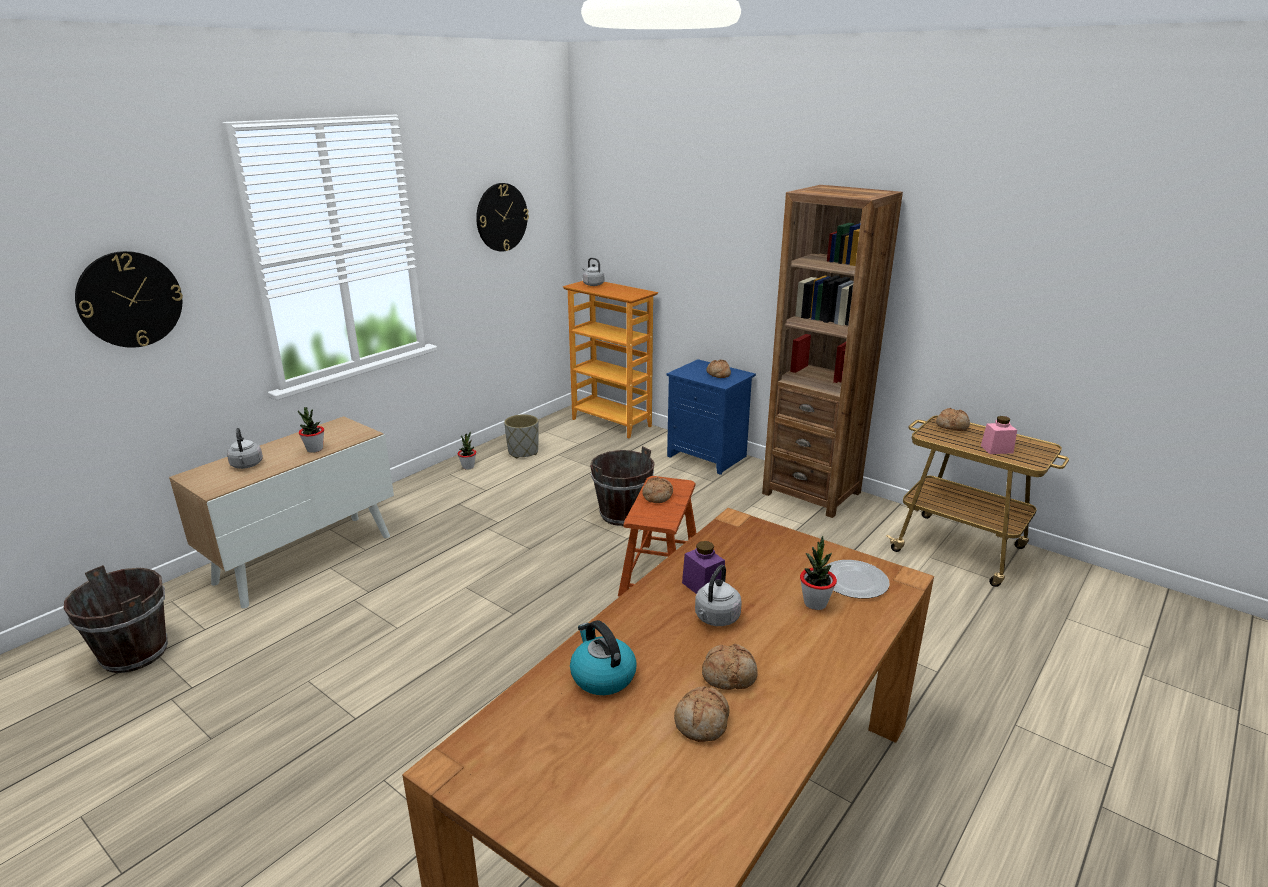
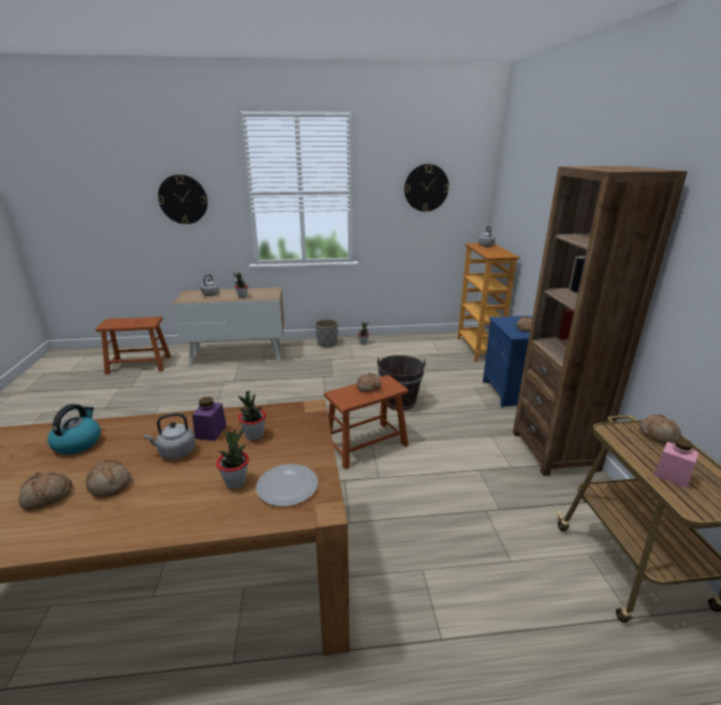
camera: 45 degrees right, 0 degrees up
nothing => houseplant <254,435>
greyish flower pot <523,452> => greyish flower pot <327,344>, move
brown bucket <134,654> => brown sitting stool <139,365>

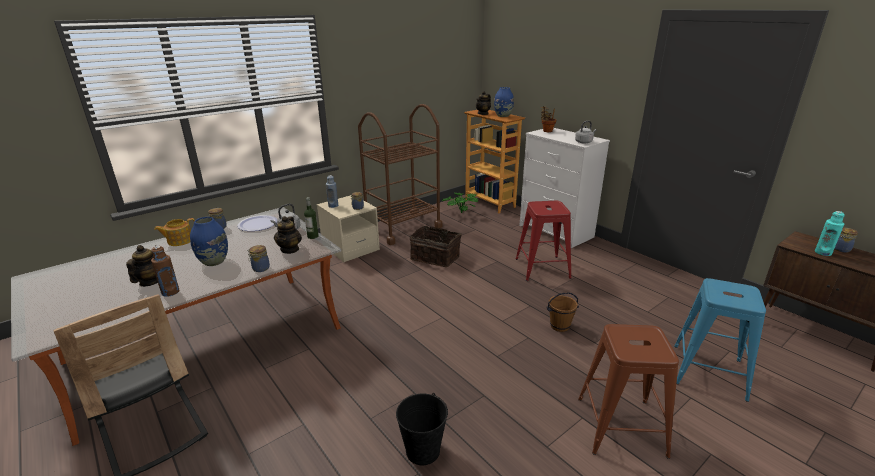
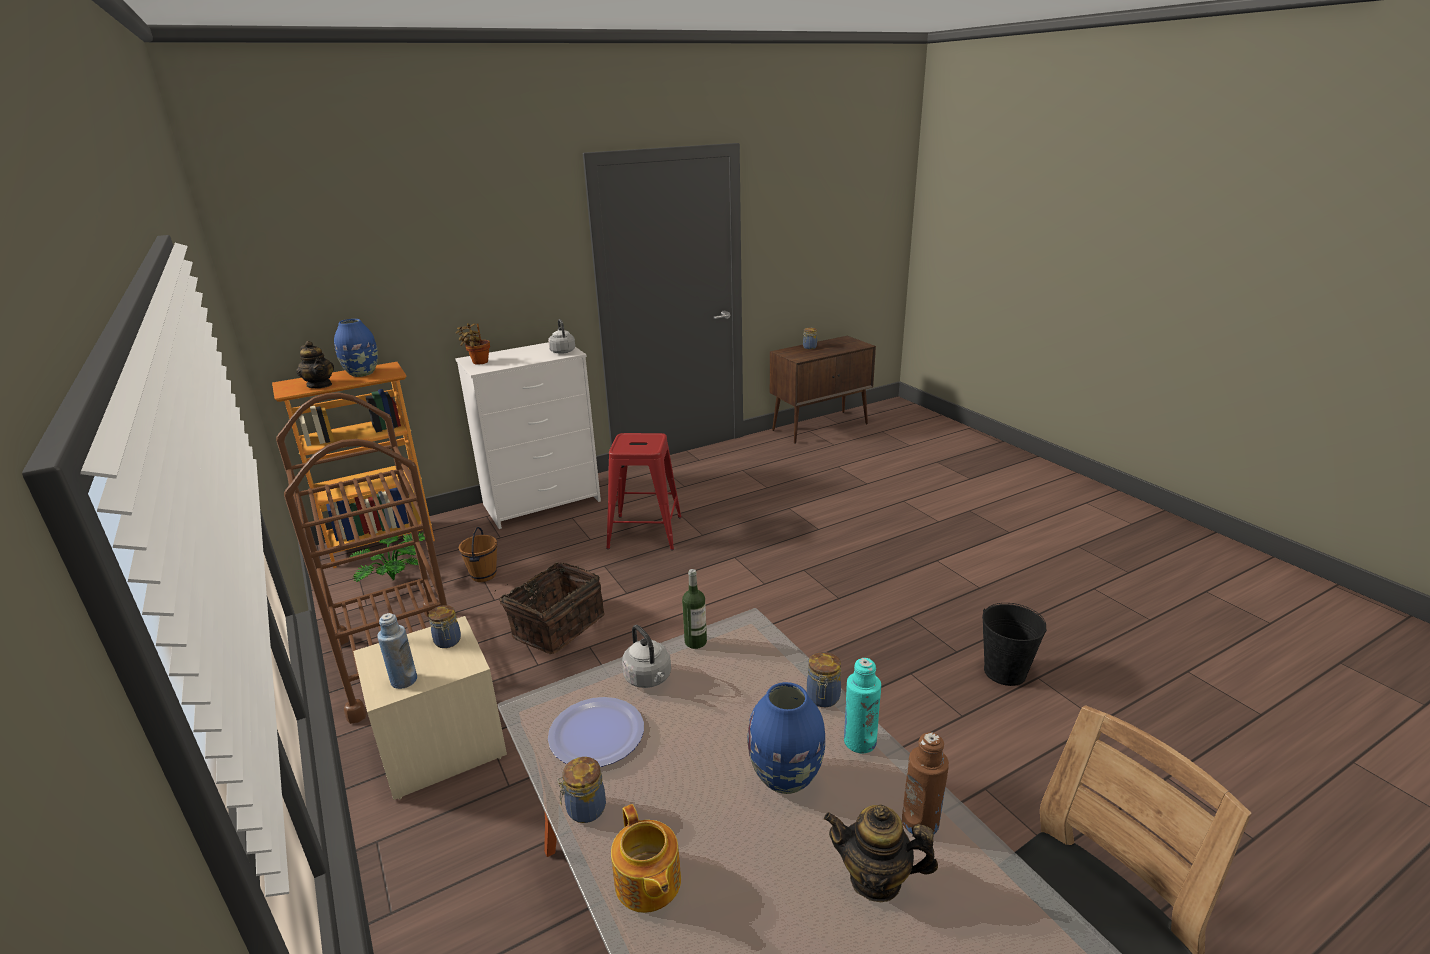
camera: 80 degrees left, 0 degrees up
pot for tea <290,249> => nothing
brown sitting stool <621,426> => nothing
blue sitting stool <709,371> => nothing
brown bucket <559,326> => brown bucket <483,575>, move
turquoise bottle <823,252> => turquoise bottle <859,741>, move

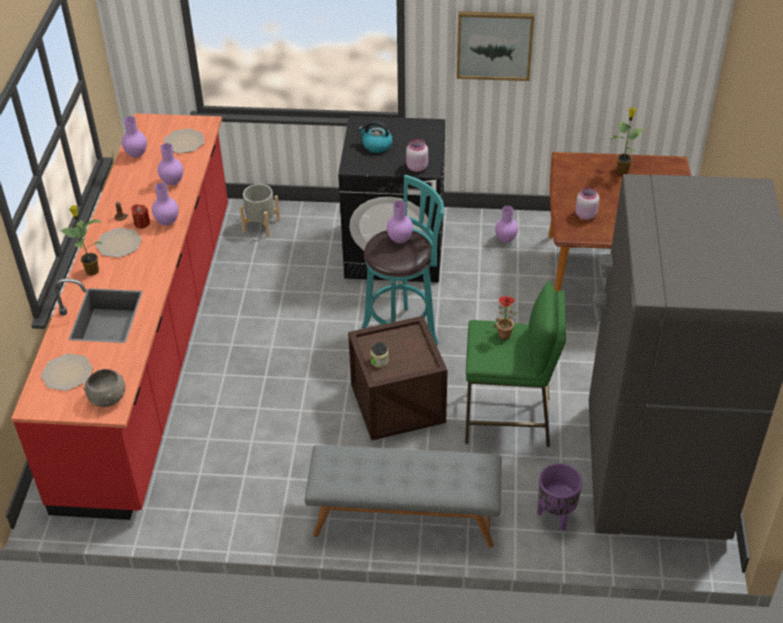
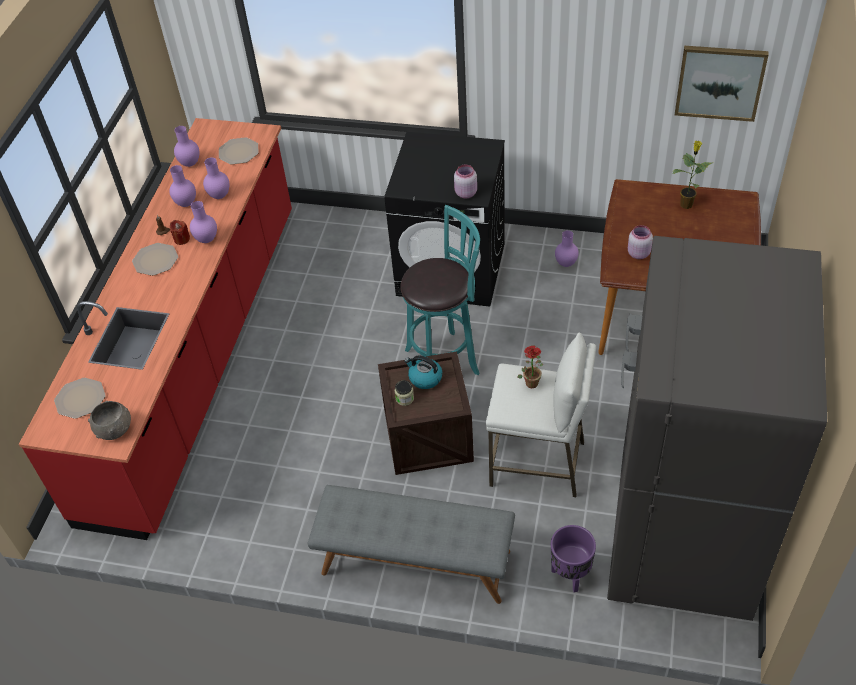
camera: 10 degrees right, 5 degrees up
houseplant <91,270> => nothing
greyish flower pot <261,225> => nothing
water kettle <376,145> => water kettle <424,378>, move
purplish decorative vase <400,240> => purplish decorative vase <186,204>, move
wall art <494,45> => wall art <720,82>, move
green sitting stool <508,419> => white-coloured sitting stool <538,463>

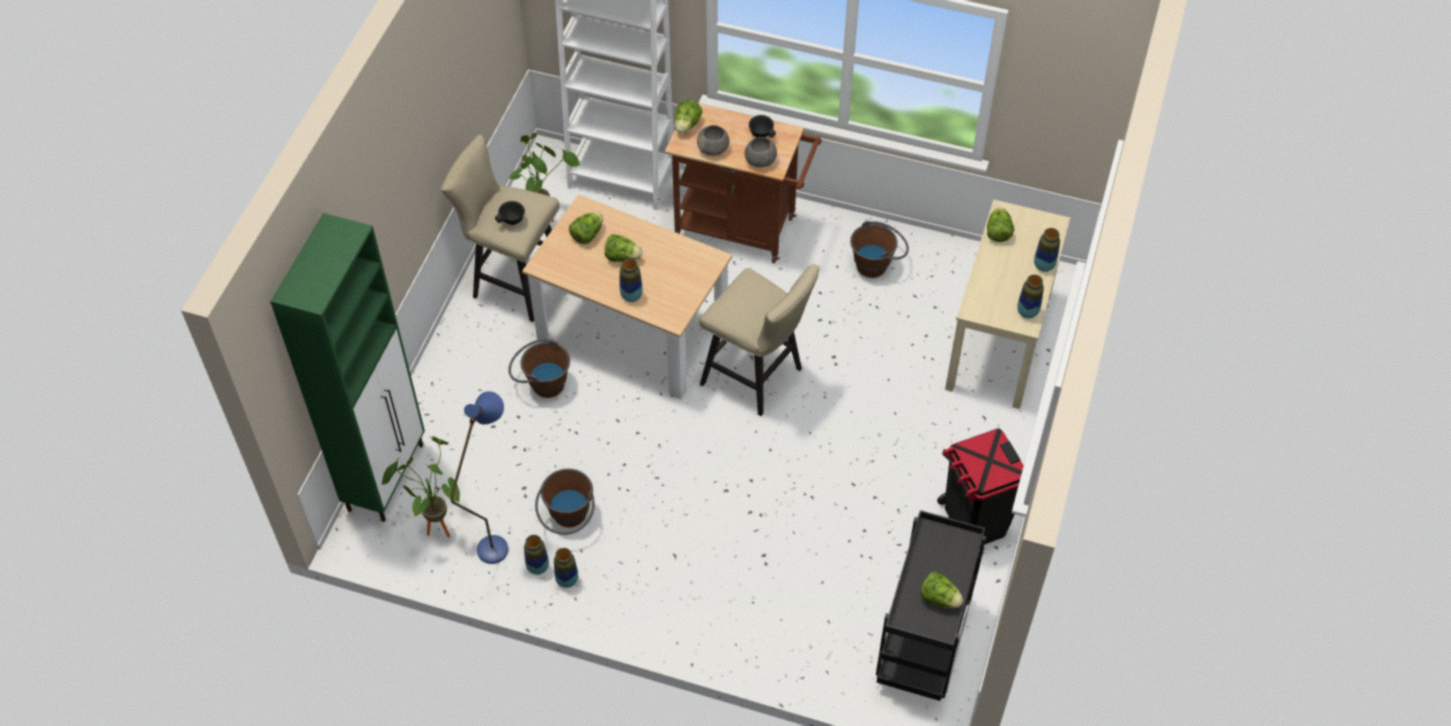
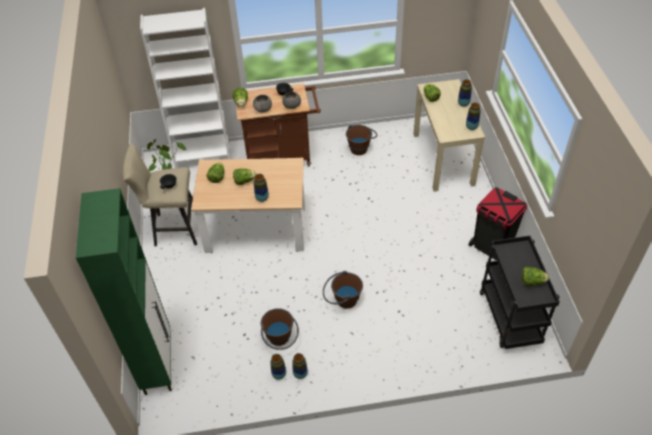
camera: 25 degrees left, 5 degrees down
houseplant <436,526> => nothing
blue standing lamp <498,540> => nothing
beige-coloured sitting stool <758,378> => nothing
brown bucket <541,383> => brown bucket <342,300>, move

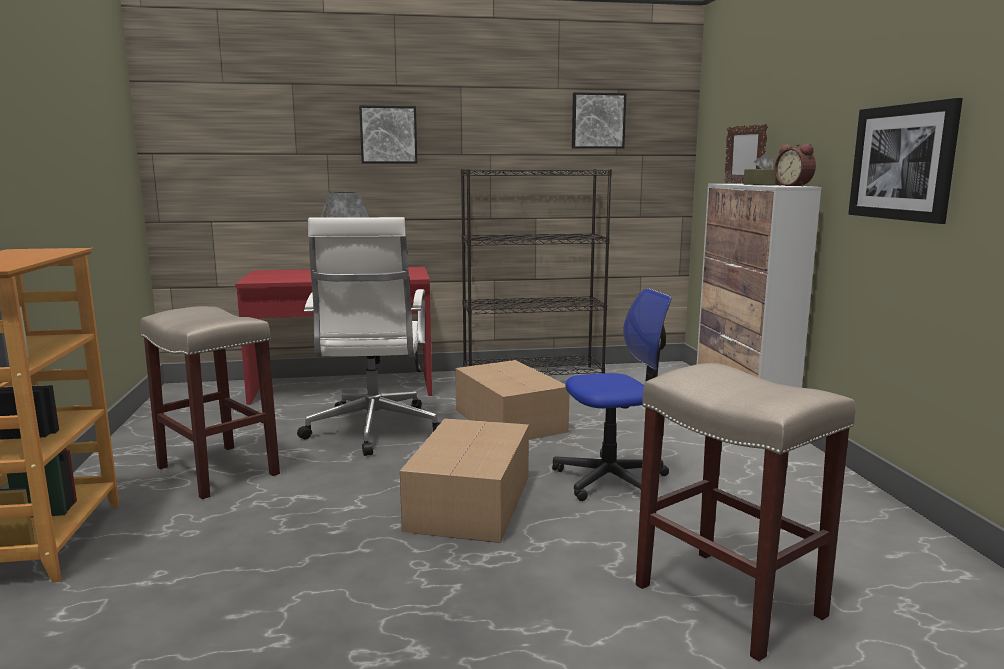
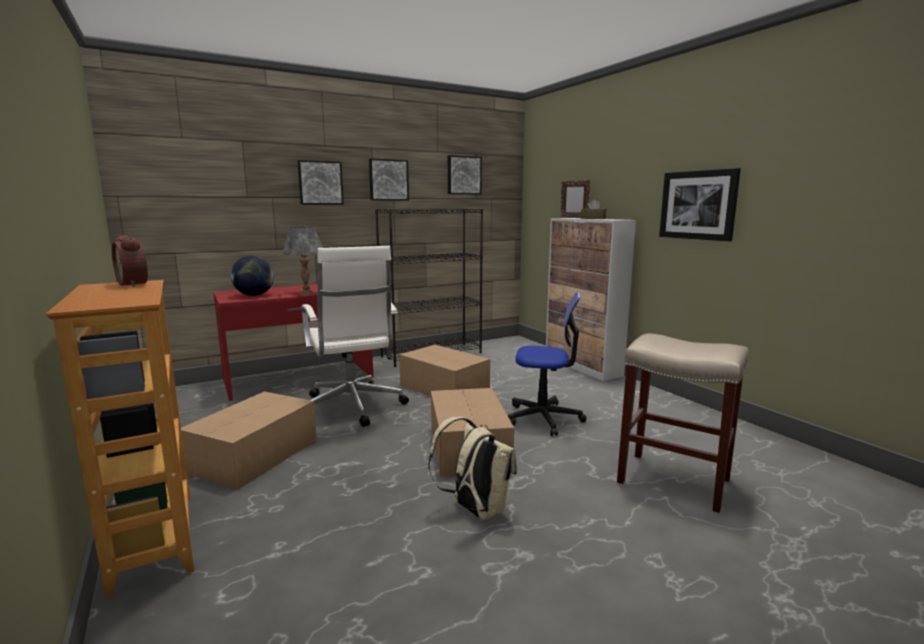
camera: 20 degrees left, 0 degrees up
nothing => desk globe <254,295>
nothing => wall art <388,180>
nothing => beige-coloured knapsack <475,509>
bedside clock <794,186> => bedside clock <136,284>, move
beige-coloured sitting stool <216,470> => carton <252,456>
computer chair <611,480> => computer chair <544,418>, 45 degrees clockwise

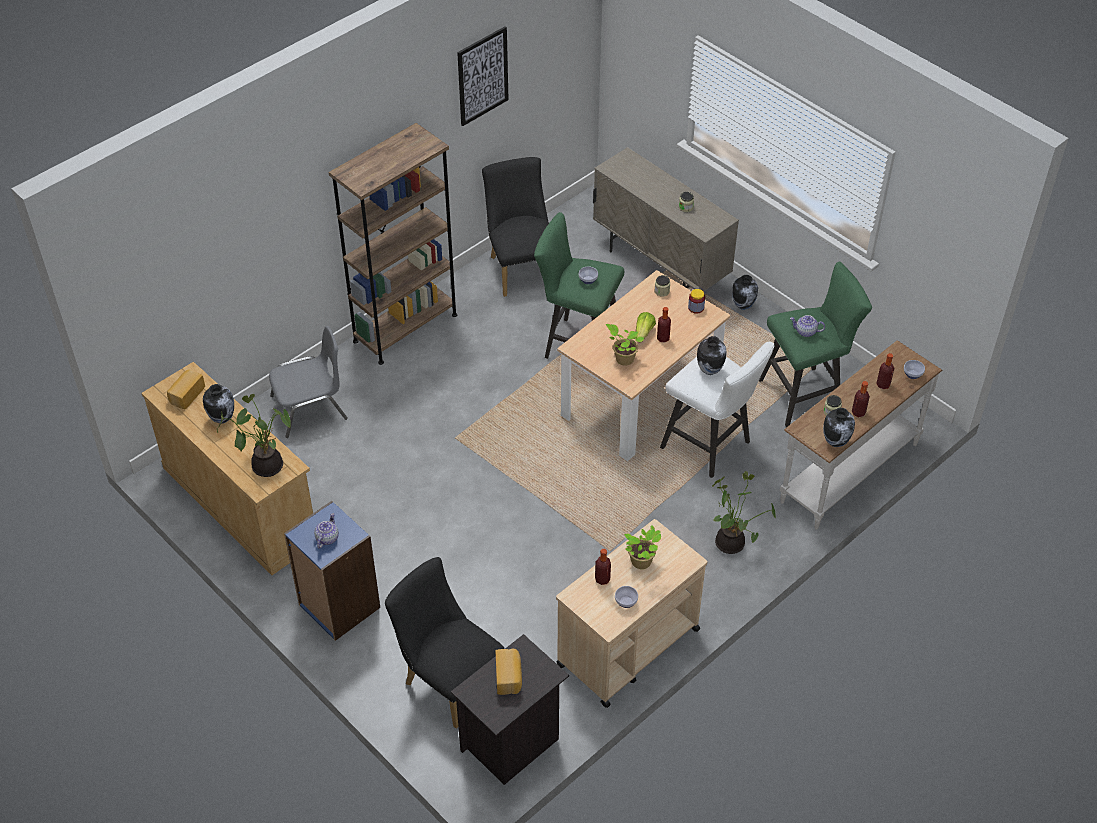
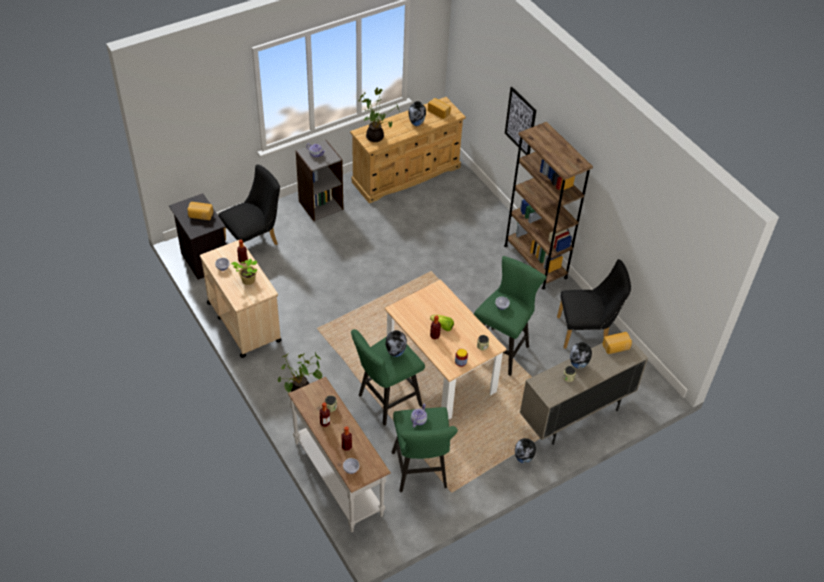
camera: 100 degrees right, 0 degrees up
greyish plain chair <310,408> => nothing
houseplant <623,359> => nothing
nothing => bakery bread <616,347>
wall art <482,76> => wall art <520,121>, move
decorative vase <836,442> => decorative vase <578,365>, move
blue shelving unit <338,606> => greyish shelving unit <320,205>
white-coloured sitting stool <711,447> => green sitting stool <386,402>

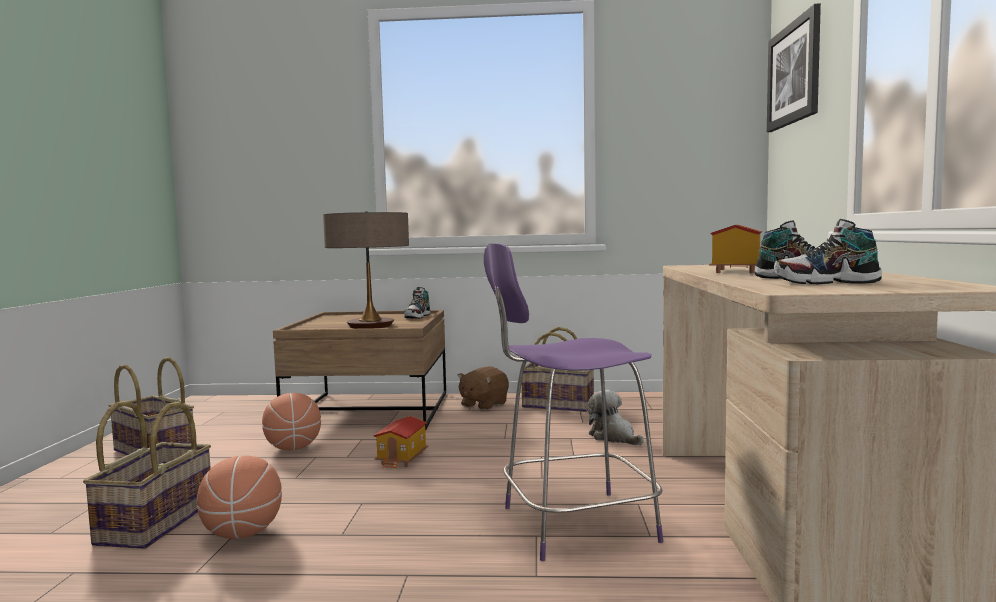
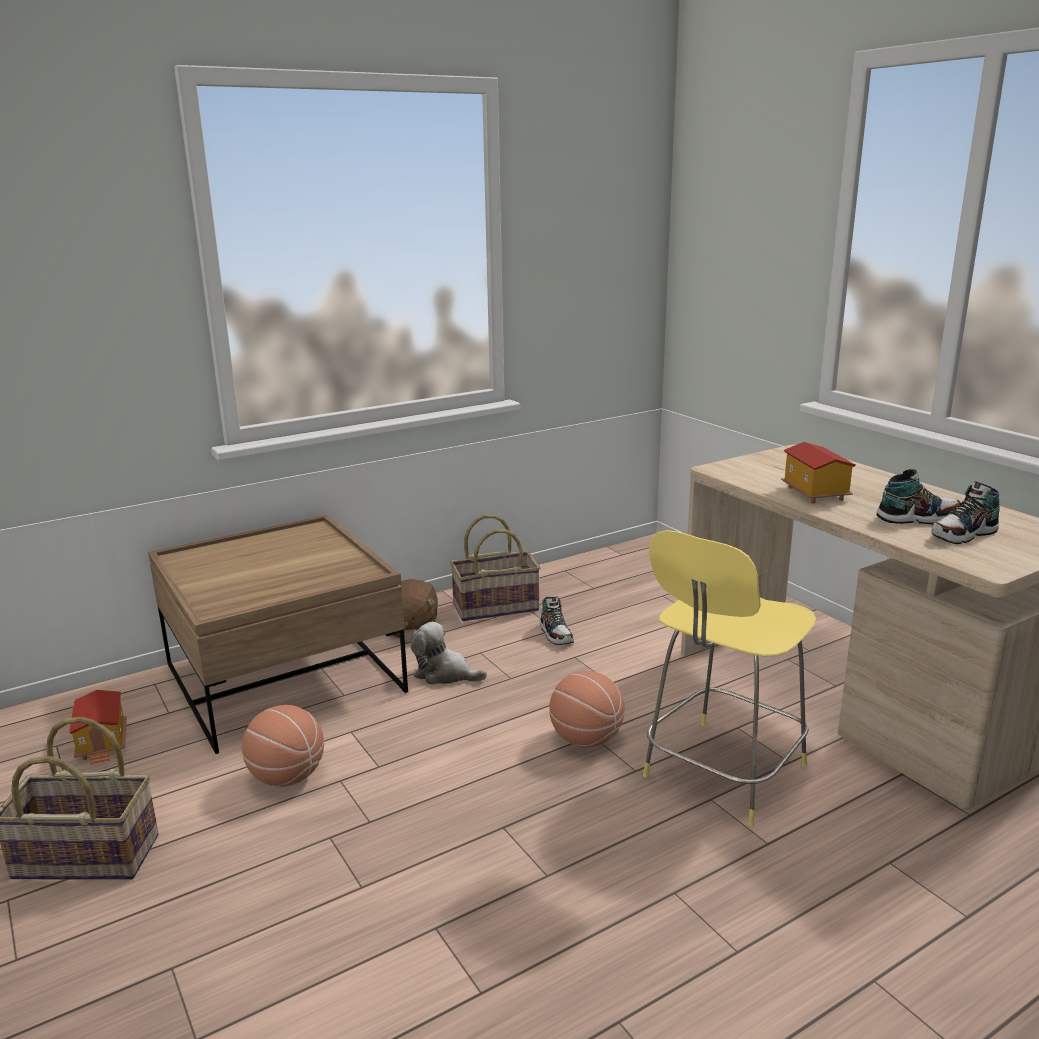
camera: 35 degrees left, 15 degrees up
storage basket <155,522> => nothing
tabletop lamp <370,326> => nothing
wall art <794,73> => nothing
ball for basketball <242,534> => ball for basketball <586,740>, move
toy house <403,459> => toy house <103,743>, move
shoe <417,317> => shoe <556,634>, move
plush toy <614,437> => plush toy <444,674>, move
purplish sitting stool <572,524> => yellow-coloured sitting stool <721,774>

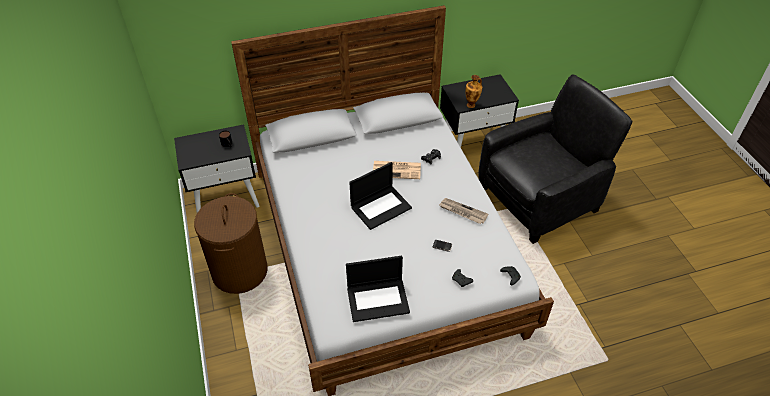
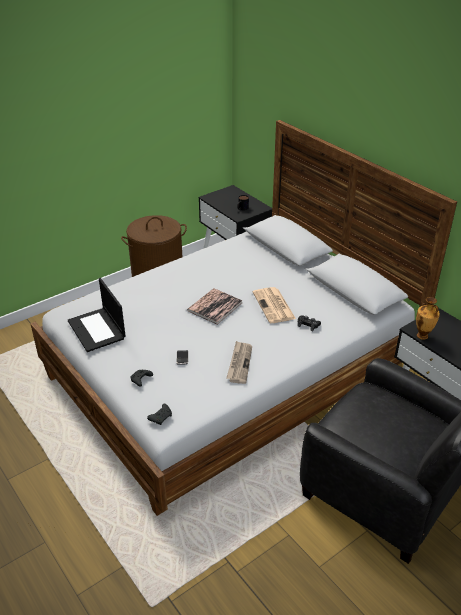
camera: 70 degrees right, 10 degrees down
laptop <381,207> => bound book <215,306>

